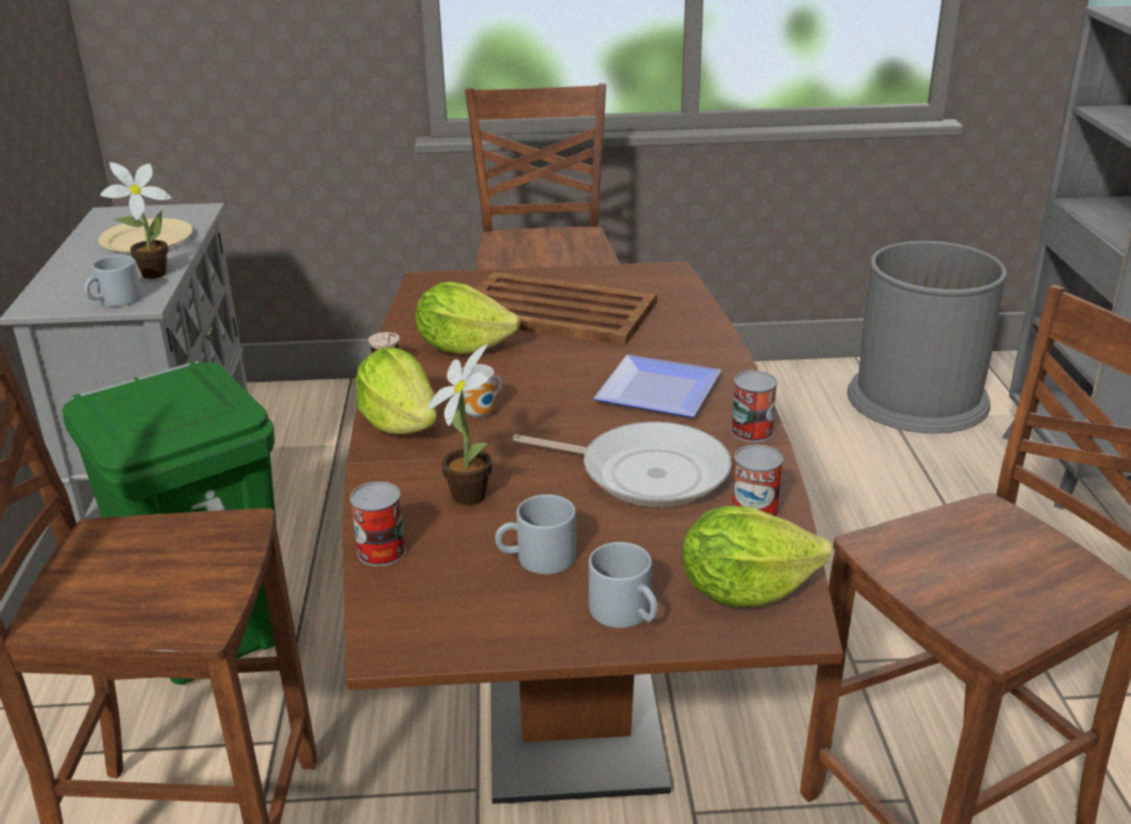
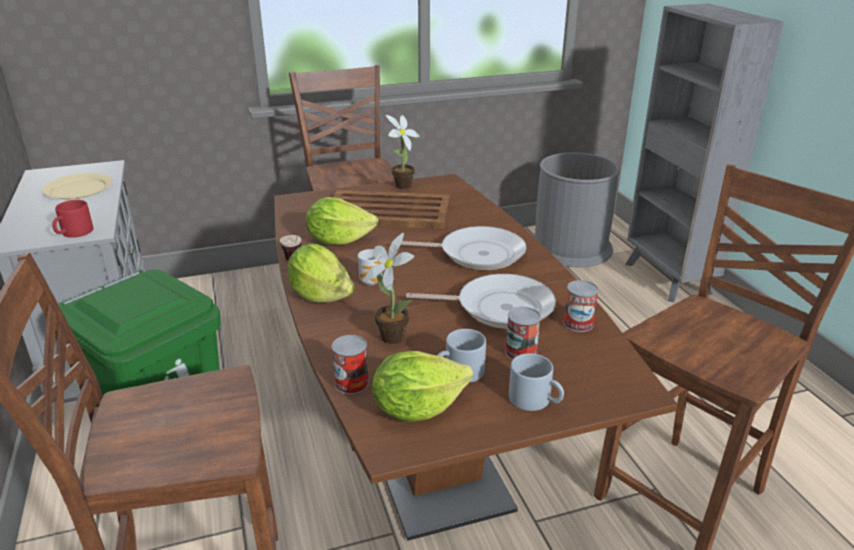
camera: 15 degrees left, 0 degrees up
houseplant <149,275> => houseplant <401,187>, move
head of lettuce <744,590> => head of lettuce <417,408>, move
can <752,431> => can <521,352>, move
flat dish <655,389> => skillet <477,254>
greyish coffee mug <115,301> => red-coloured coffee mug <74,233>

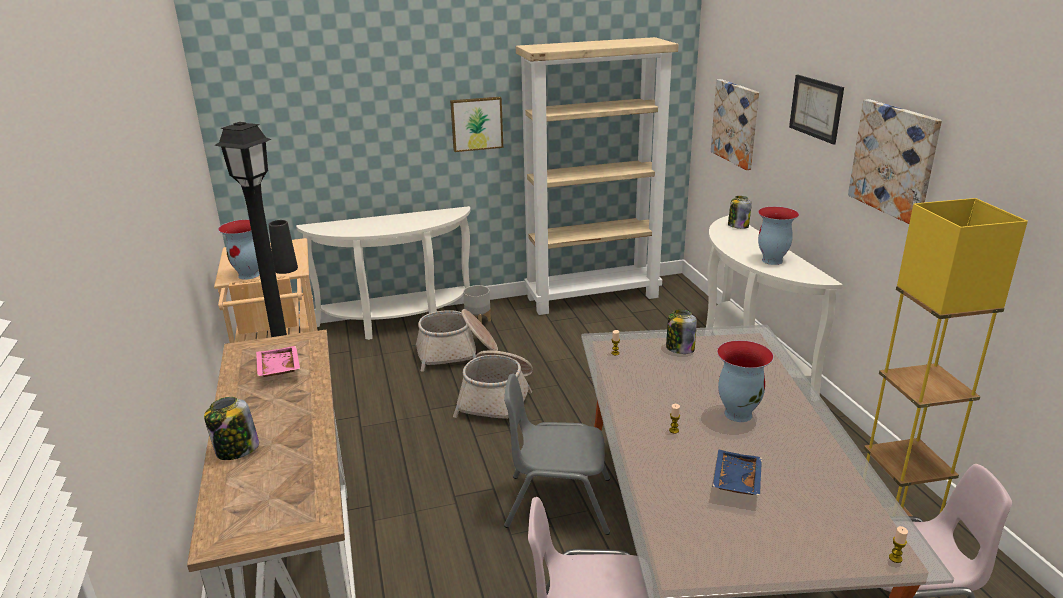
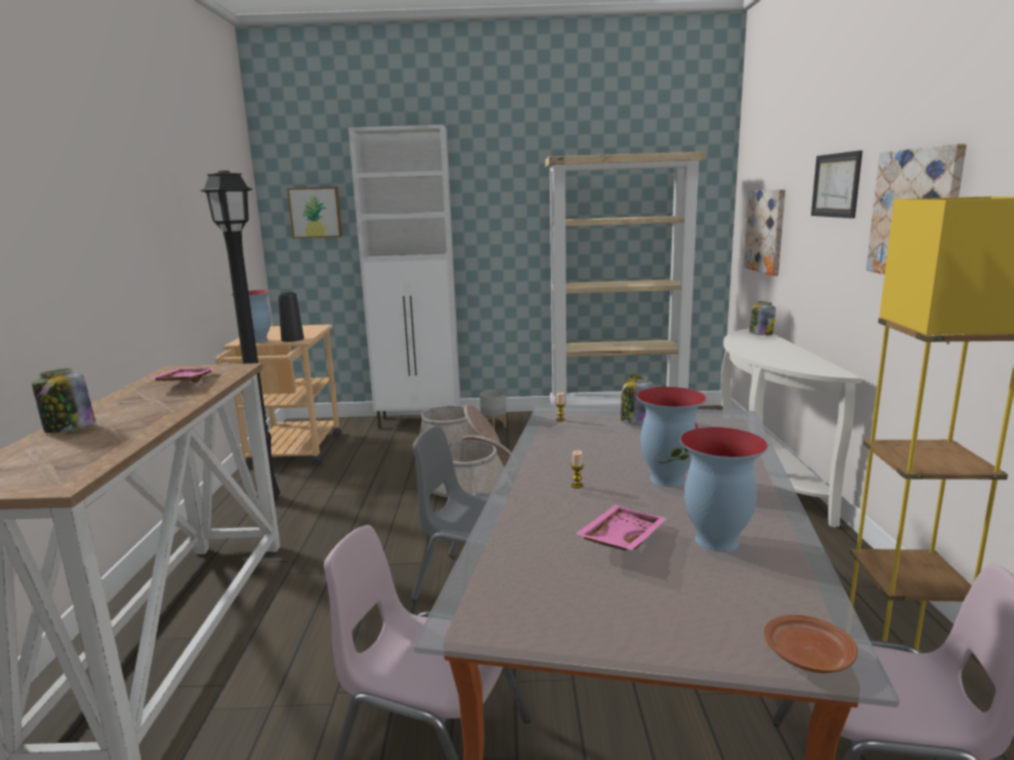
camera: 15 degrees right, 10 degrees down
wall art <476,123> => wall art <315,212>, move
decorative vase <772,261> => decorative vase <716,541>, move
white-coloured narrow table <398,323> => white-coloured cabinet <420,422>
wax light <895,558> => brown flat dish <807,656>
blue tray <735,480> => pink-coloured tray <620,539>

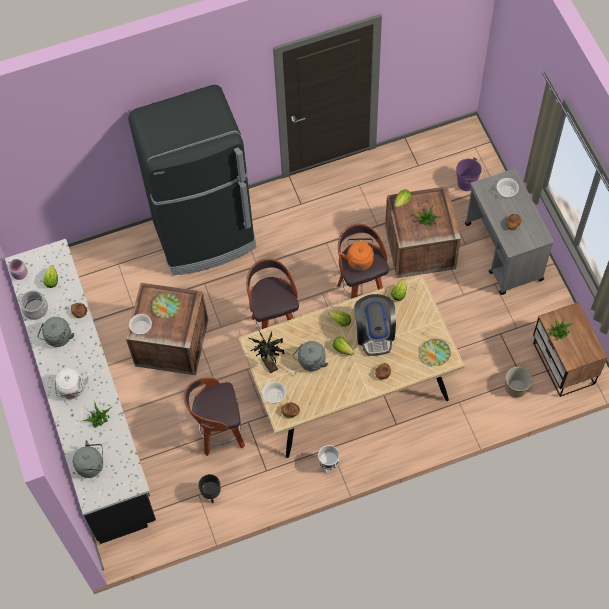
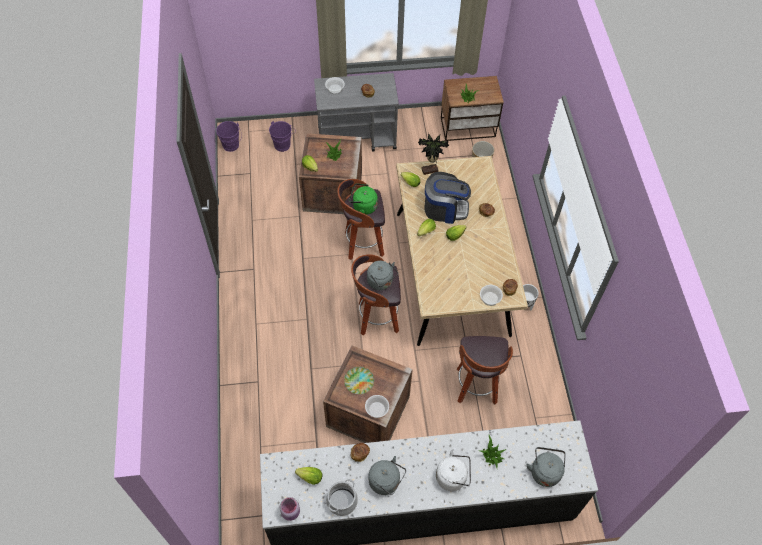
camera: 80 degrees left, 5 degrees down
blackish refrigerator <205,237> => nothing
blackish flower pot <211,494> => nothing
flat dish <435,353> => nothing
nothing => purplish bucket <232,146>
houseplant <269,365> => houseplant <430,171>, move
greyish water kettle <311,362> => greyish water kettle <381,282>, move
orange-coloured water kettle <359,259> => green water kettle <363,206>

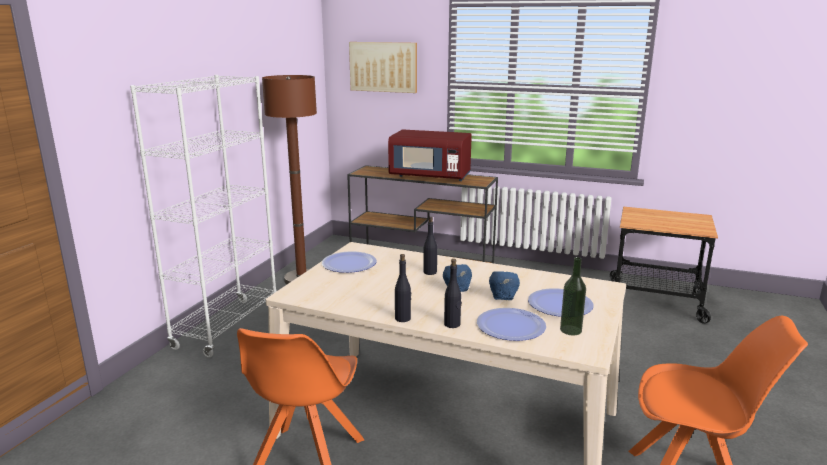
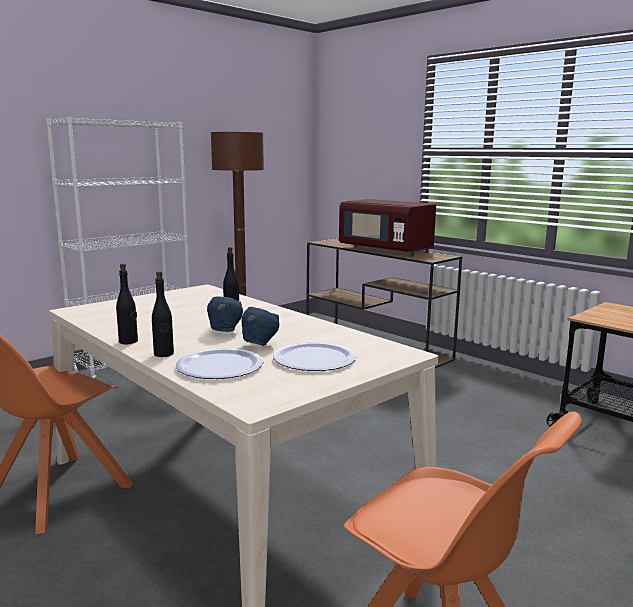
camera: 25 degrees right, 5 degrees down
flat dish <349,263> => nothing
wall art <383,67> => nothing
bottle <570,330> => nothing

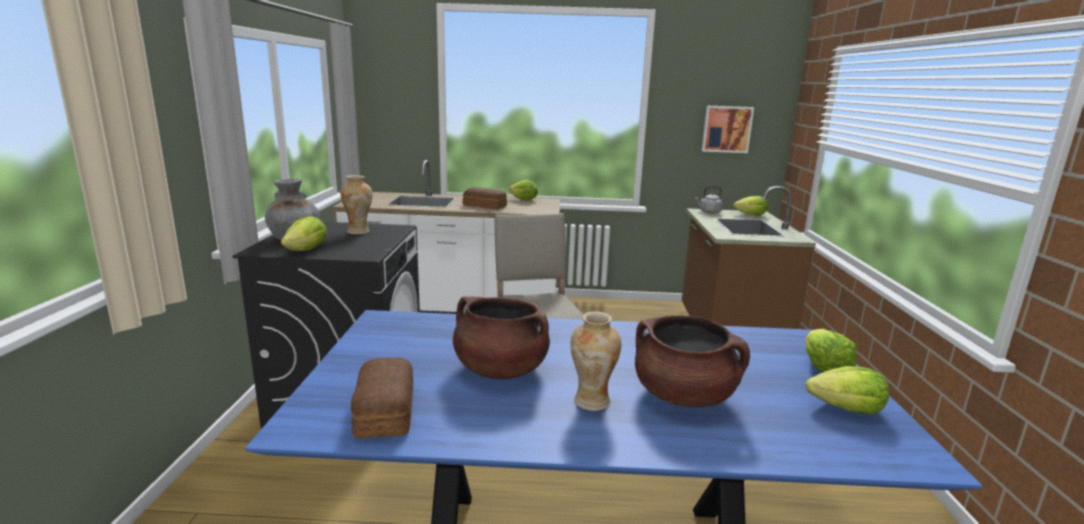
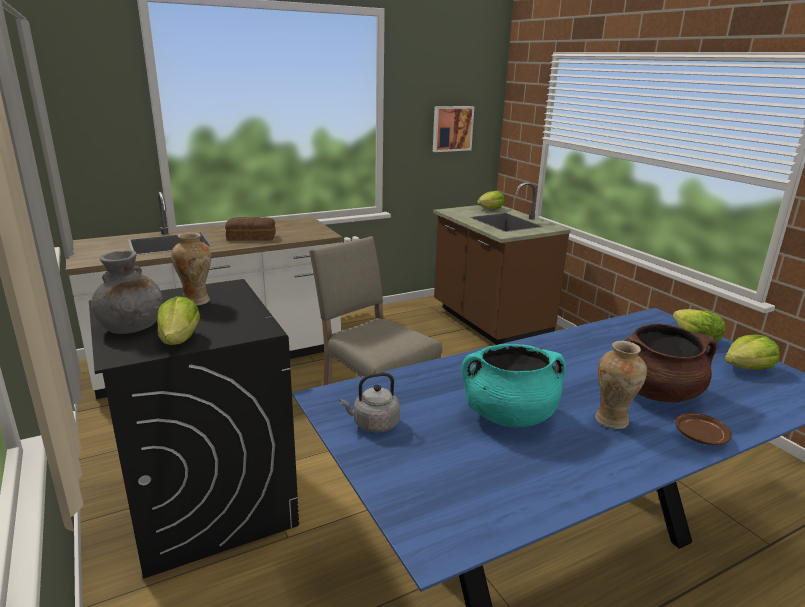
camera: 30 degrees left, 5 degrees up
bakery bread <383,412> => nothing
head of lettuce <524,200> => nothing
nothing => brown flat dish <700,436>
greyish water kettle <708,212> => greyish water kettle <373,424>, move
brown stockpot <500,369> => turquoise stockpot <509,416>

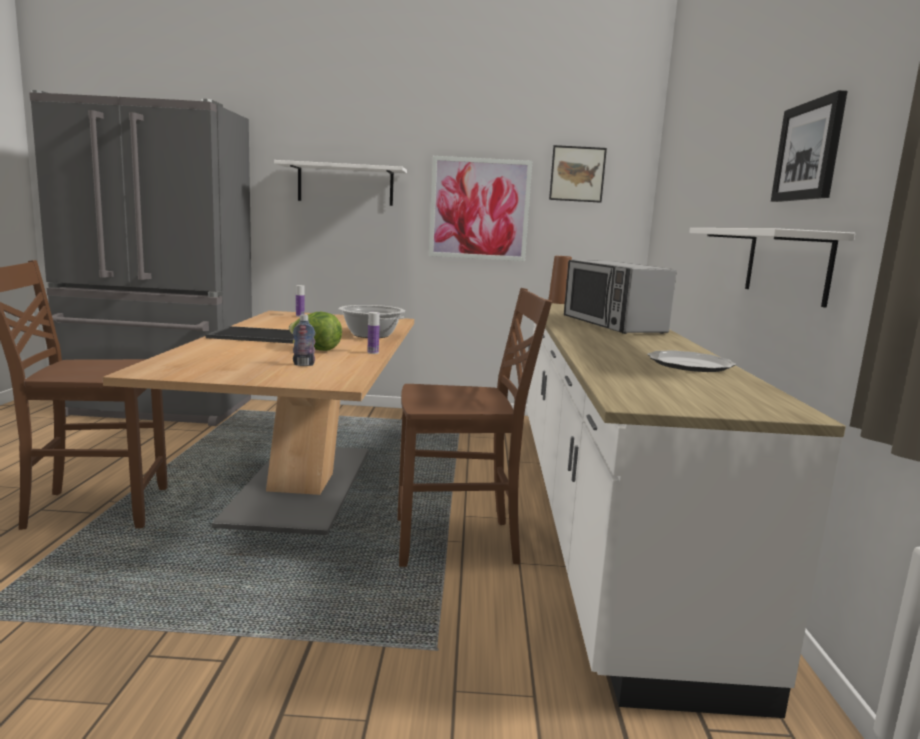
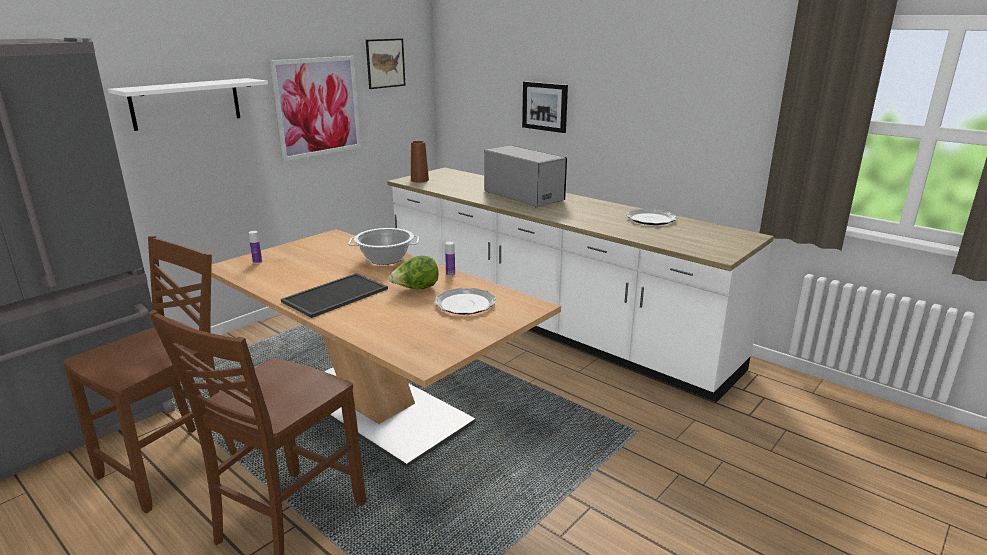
camera: 50 degrees left, 10 degrees up
white-coloured wall shelf <786,264> => nothing
brown plain chair <458,542> => brown plain chair <173,465>, move
wall art <809,151> => wall art <545,106>, move
bottle <304,364> => flat dish <465,304>
microwave oven <612,325> => microwave oven <523,196>, 150 degrees counterclockwise

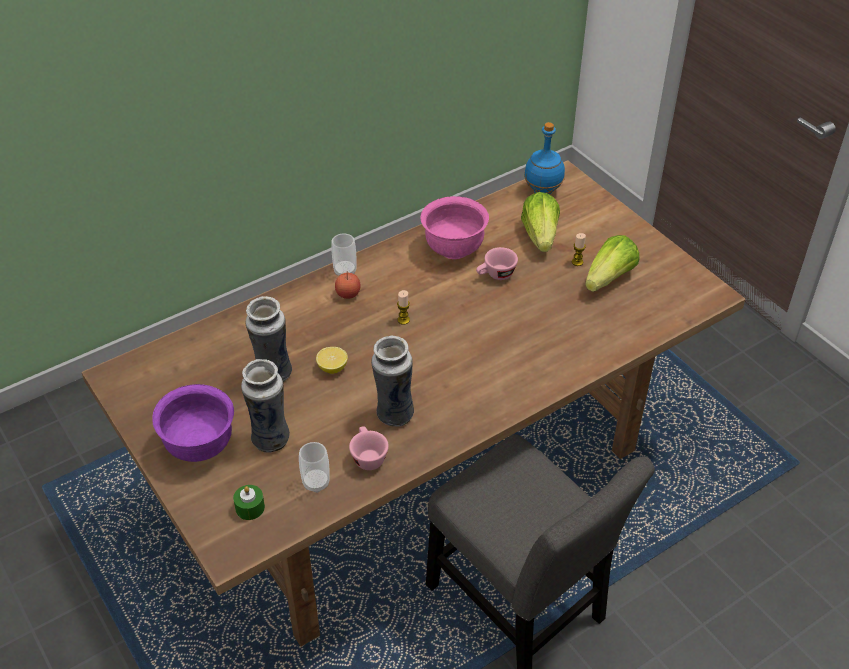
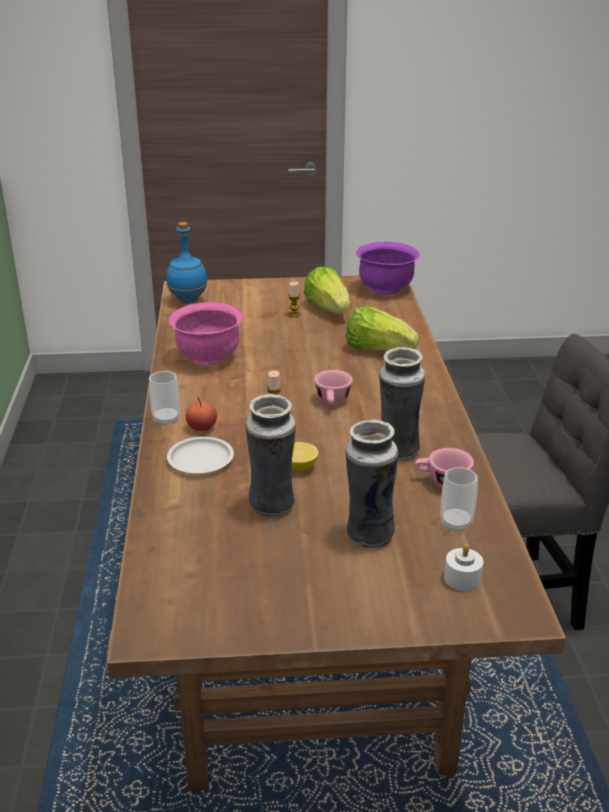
camera: 60 degrees left, 15 degrees down
nothing => white-coloured flat dish <201,459>
purplish serving bowl <200,446> => purplish serving bowl <386,289>, move
pink-coloured cup <496,275> => pink-coloured cup <333,402>, move
head of lettuce <540,236> => head of lettuce <377,349>, move
green wax light <250,508> => white-coloured wax light <462,578>

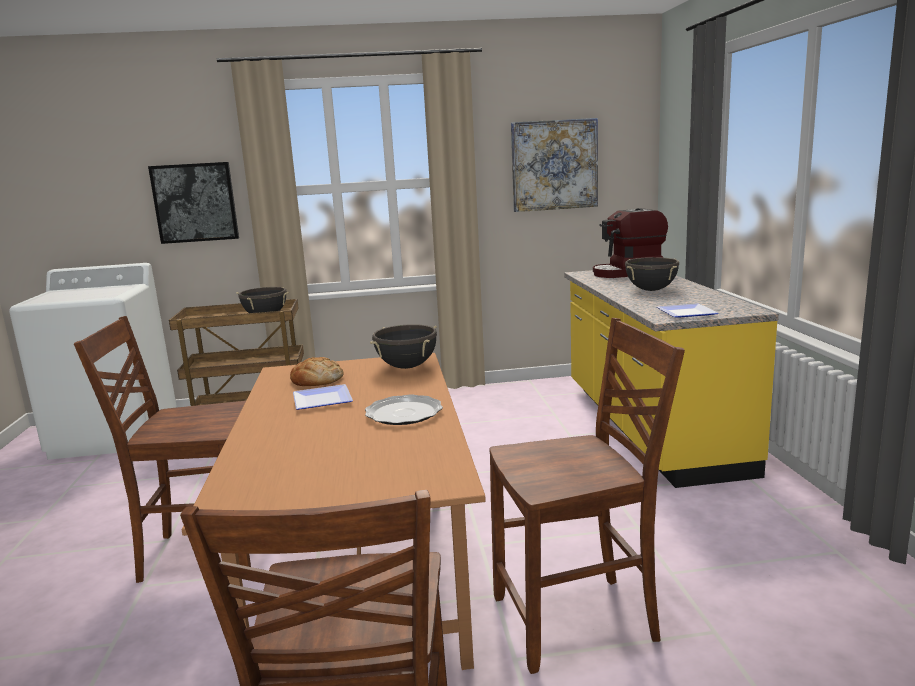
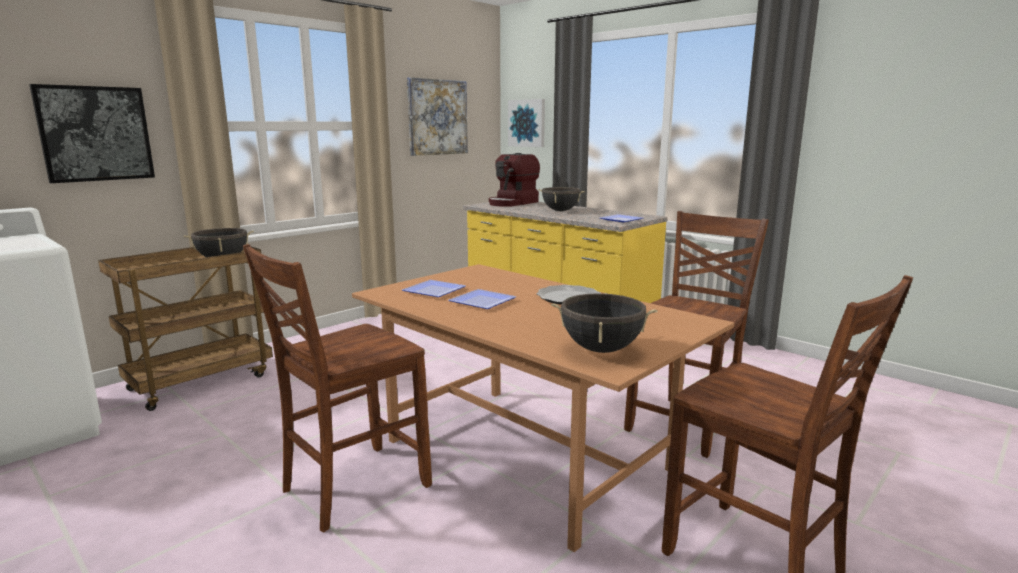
camera: 40 degrees left, 0 degrees up
nothing => wall art <527,123>
blackish stockpot <407,367> => blackish stockpot <601,349>, move
bakery bread <317,379> => flat dish <434,292>

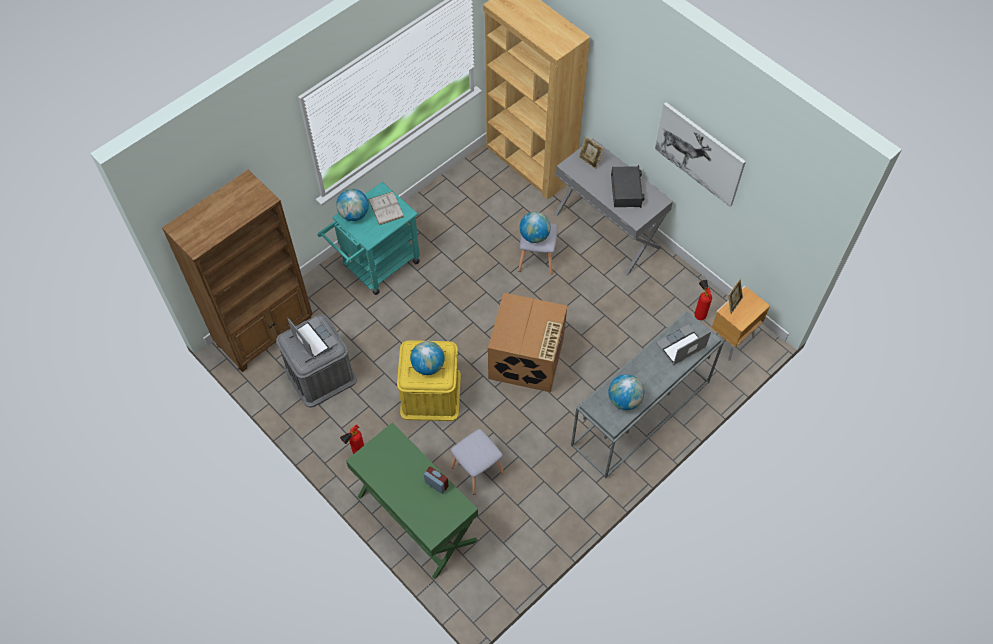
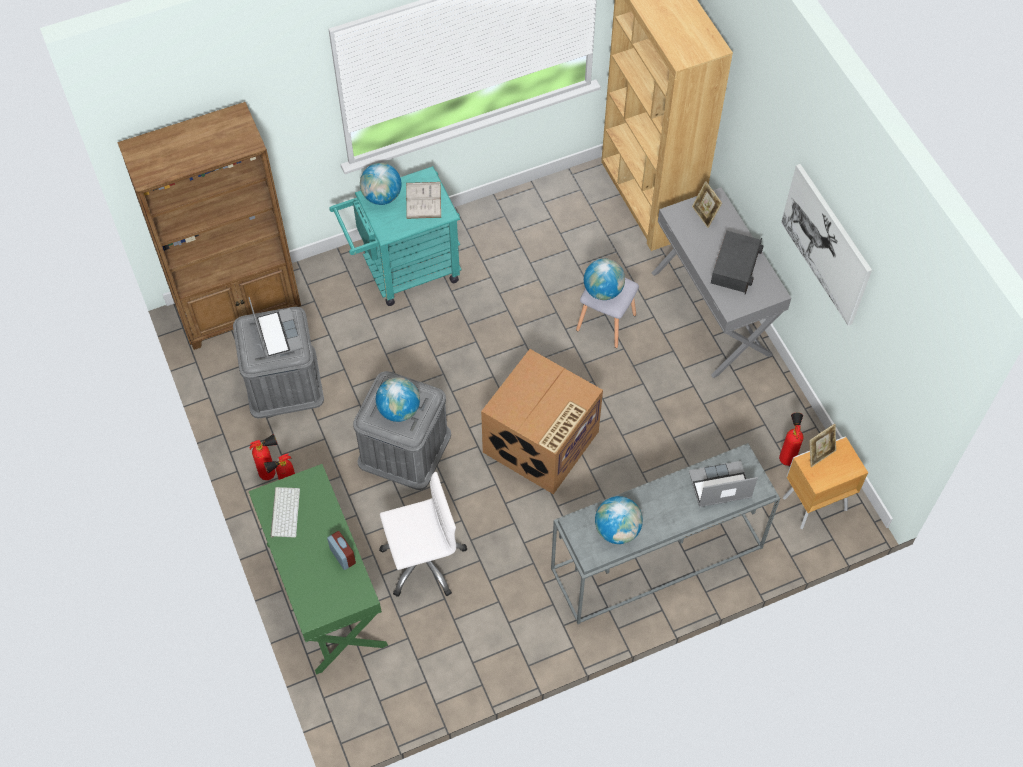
camera: 20 degrees right, 0 degrees up
nothing => fire-fighting cylinder <271,472>
nothing => computer keyboard <284,512>
greyish sitting stool <478,470> => white-coloured computer chair <423,561>
yellow-coloured storage container <430,394> => greyish storage container <404,448>

